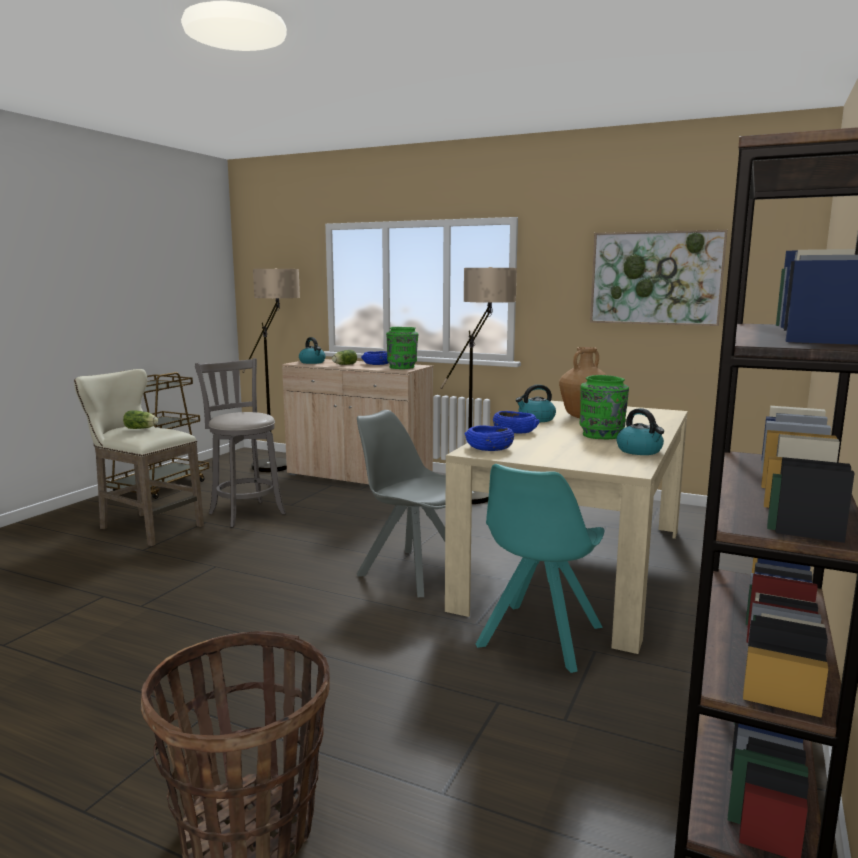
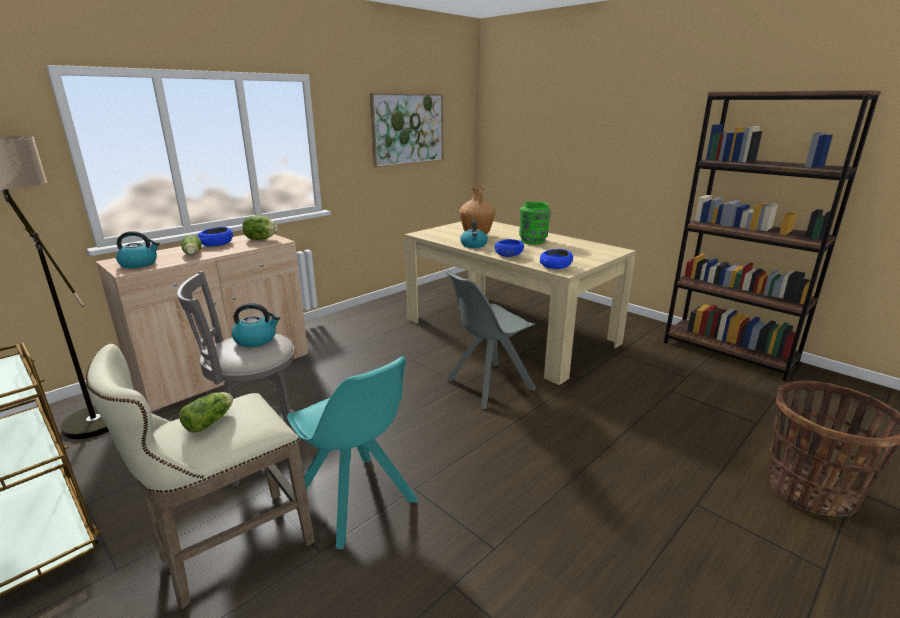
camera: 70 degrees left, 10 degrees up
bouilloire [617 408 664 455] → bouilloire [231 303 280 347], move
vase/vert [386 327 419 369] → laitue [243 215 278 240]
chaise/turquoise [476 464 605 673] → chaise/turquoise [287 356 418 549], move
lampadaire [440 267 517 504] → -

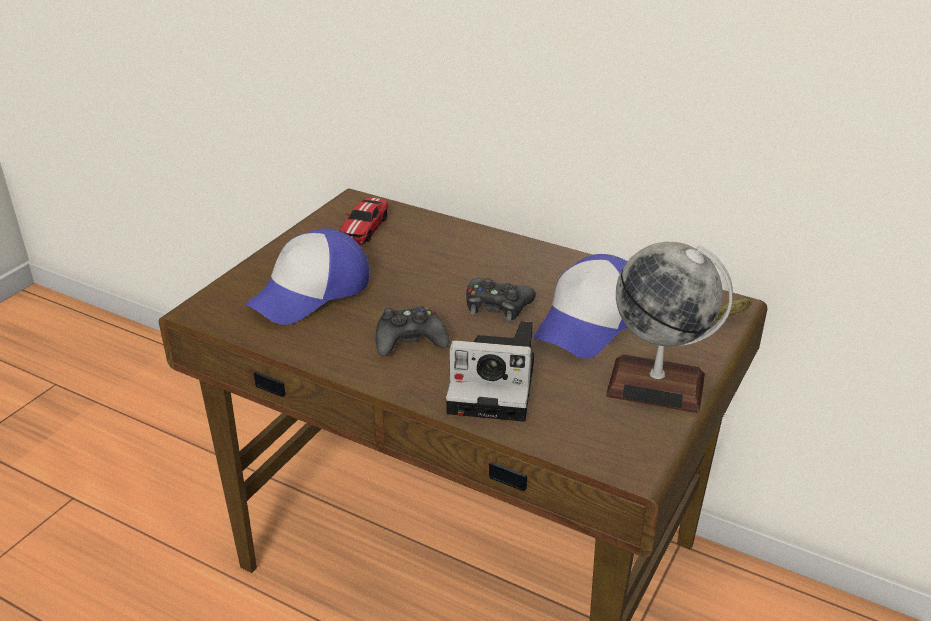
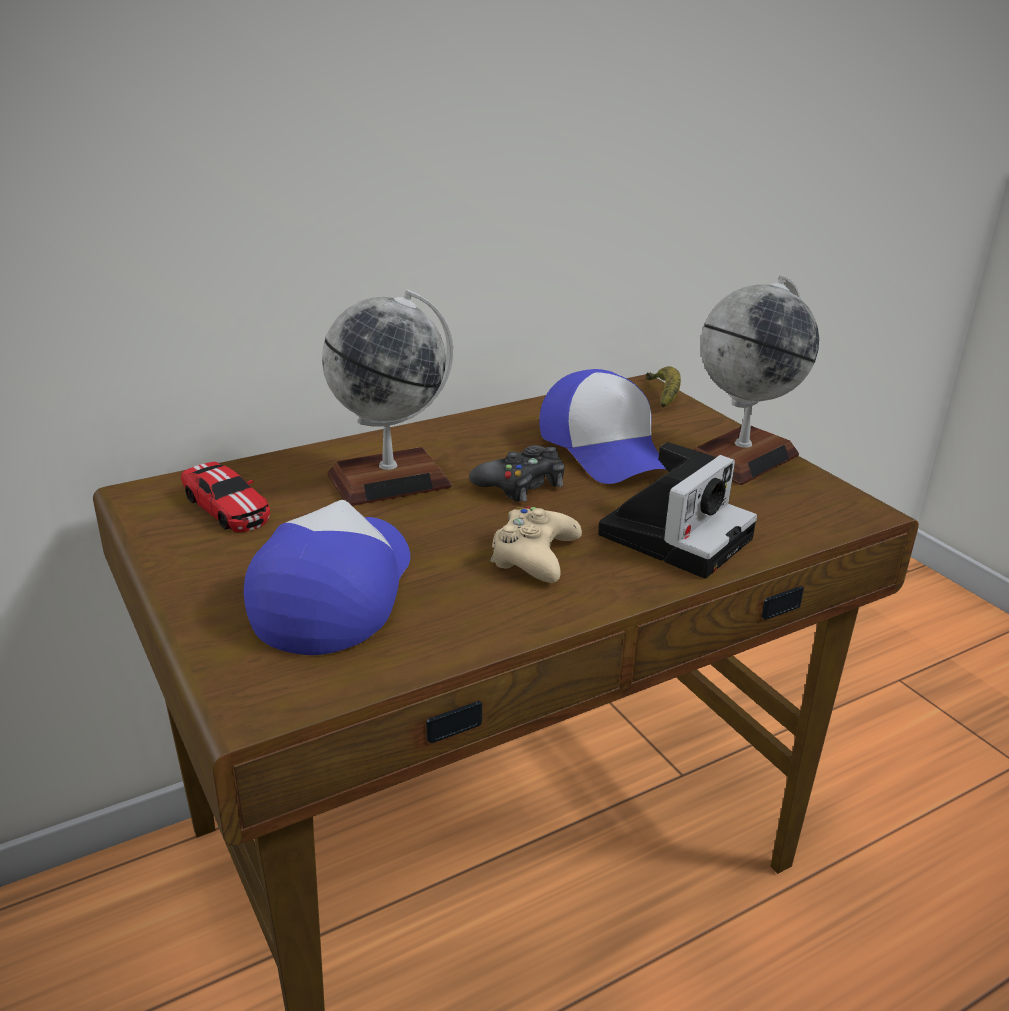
camera: 60 degrees left, 5 degrees down
casquette [245 228 370 325] → casquette [244 500 410 655], 150 degrees counterclockwise
- → globe [322 289 453 506]
manette/noir [376 306 449 356] → manette/beige [490 506 582 583]

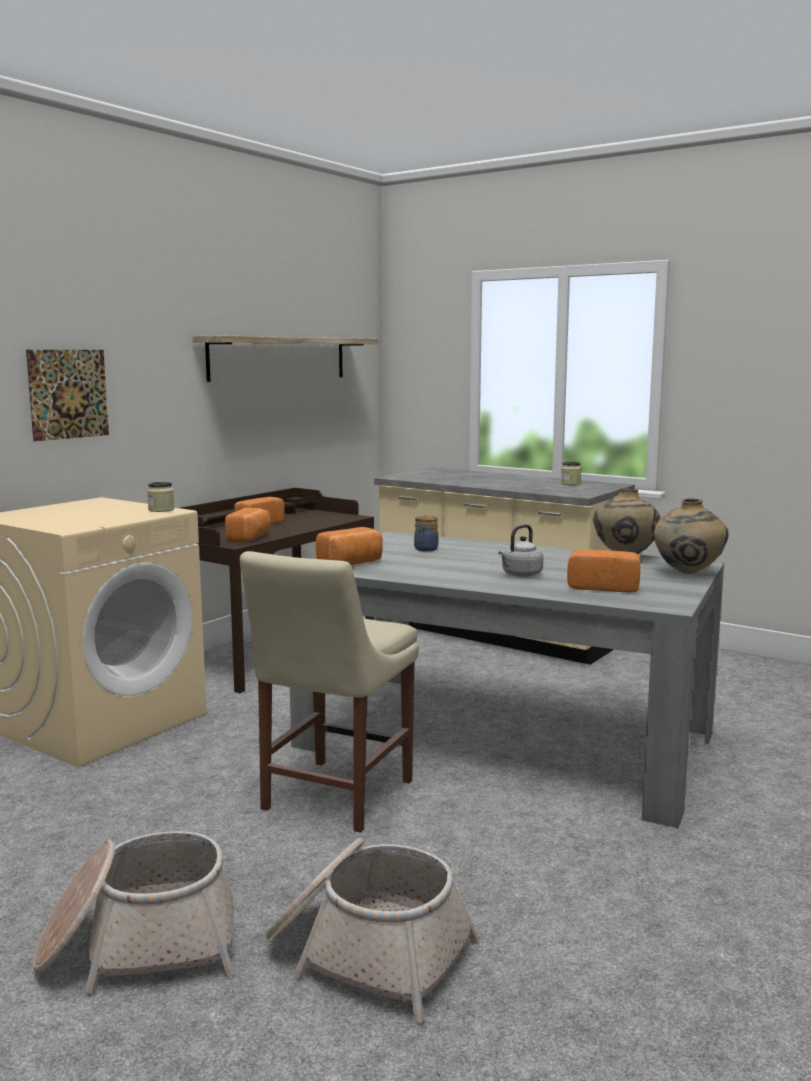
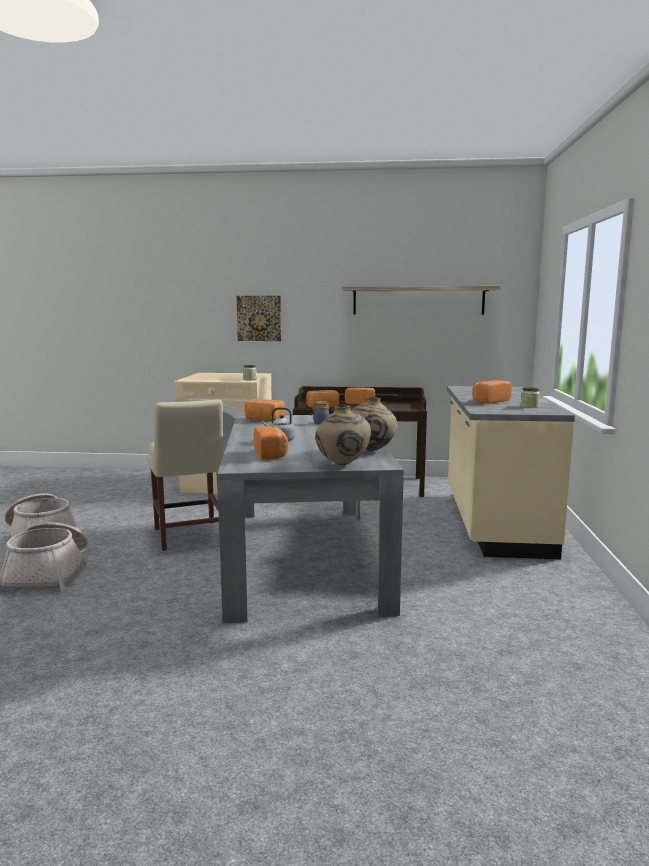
camera: 60 degrees right, 0 degrees up
chaise/beige [240 551 419 833] → chaise/beige [147 399 224 551], 105 degrees counterclockwise
- → pain [472 380 512 404]

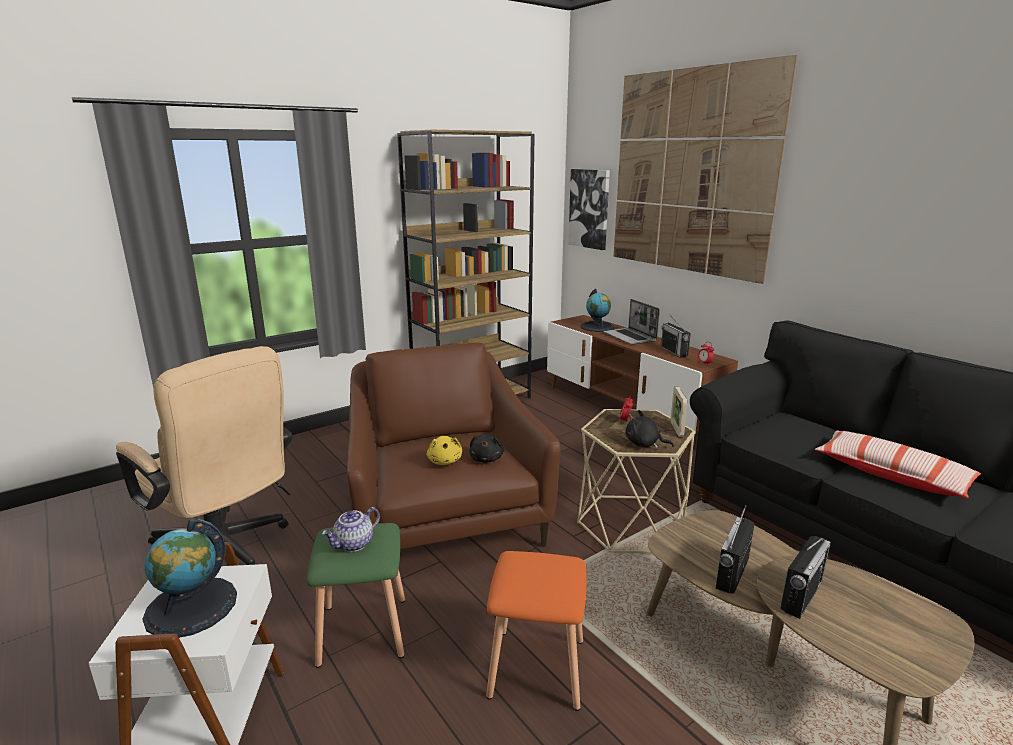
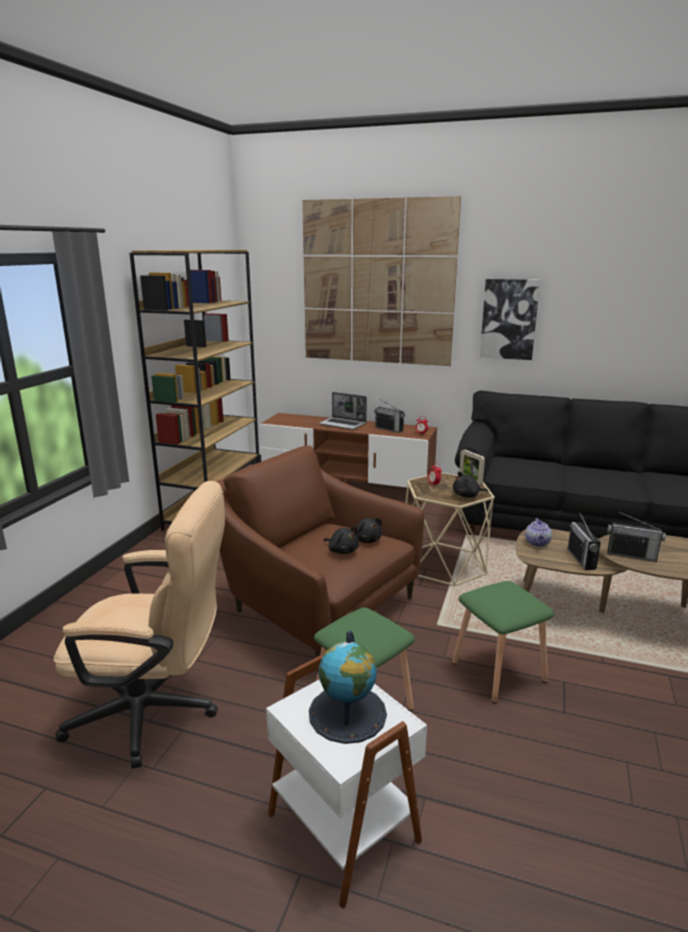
camera: 35 degrees left, 0 degrees up
peluche/jaune [427 436 462 465] → peluche/noir [324 527 359 554]
tabouret/orange [486 551 587 711] → tabouret/vert [452 581 554 704]
tableau [568 169 610 250] → tableau [480 279 540 360], move
théière [322 507 380 552] → théière [525 518 552 547], move
radio [781 536 831 619] → radio [607 512 666 562], 105 degrees clockwise
globe [580 289 614 332] → -
coussin [815 431 981 498] → -

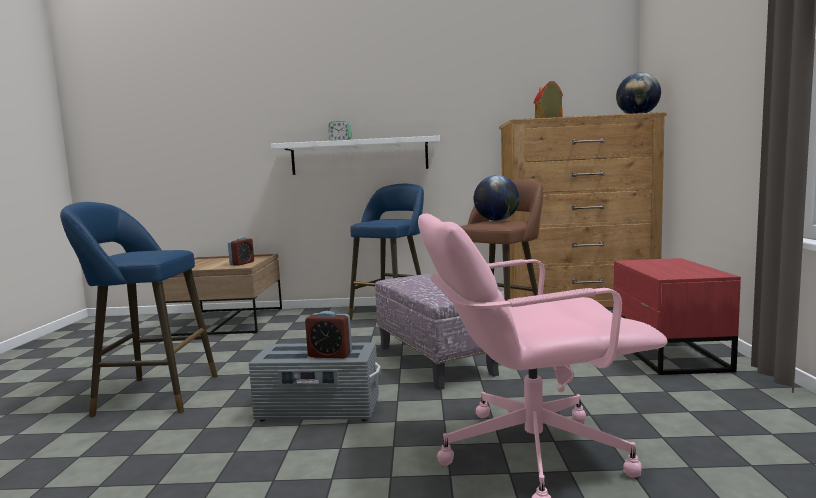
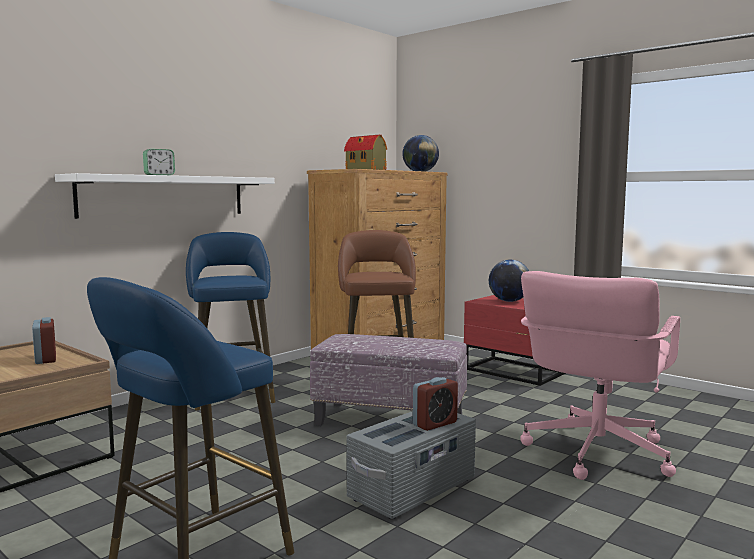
camera: 50 degrees left, 0 degrees up
globe [474 175 520 221] → globe [489 260 529 302], move

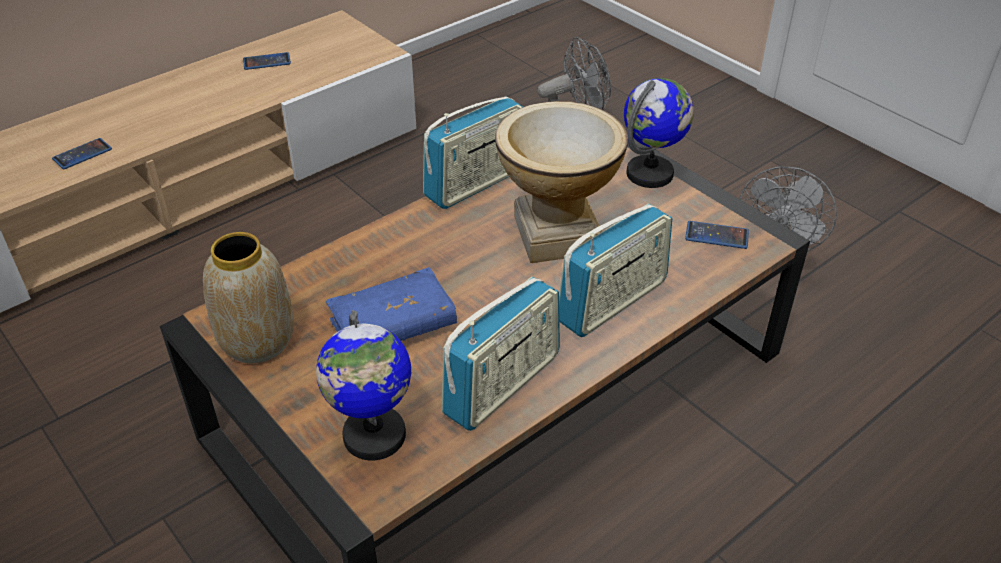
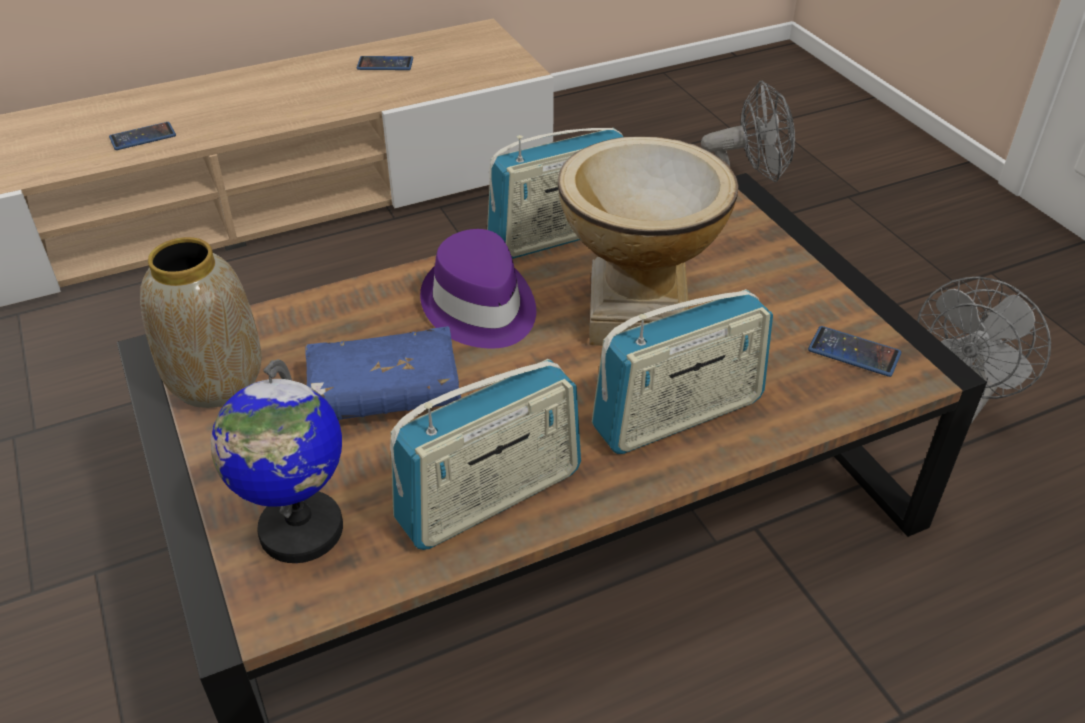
camera: 15 degrees right, 0 degrees up
- → chapeau/violet [420 229 536 348]
globe [624 78 694 188] → -

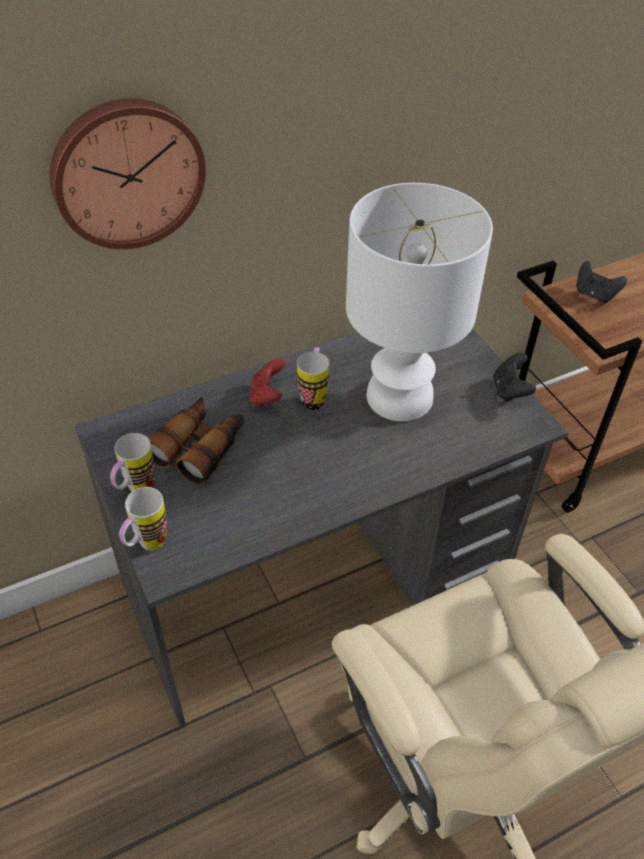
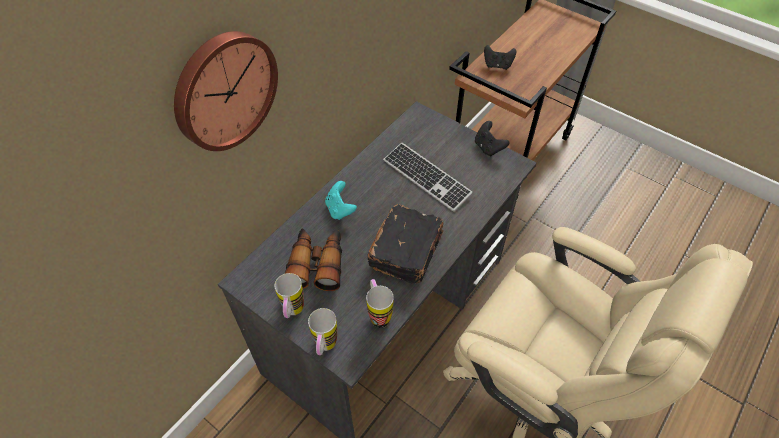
camera: 25 degrees left, 5 degrees up
manette/rouge [249 358 286 407] → manette/turquoise [325 181 357 220]
mug [297 347 329 411] → mug [366 279 394 328], move
- → livre/noir [368 204 443 283]
lampe de table/blanc [346 183 493 421] → clavier [383 142 473 212]

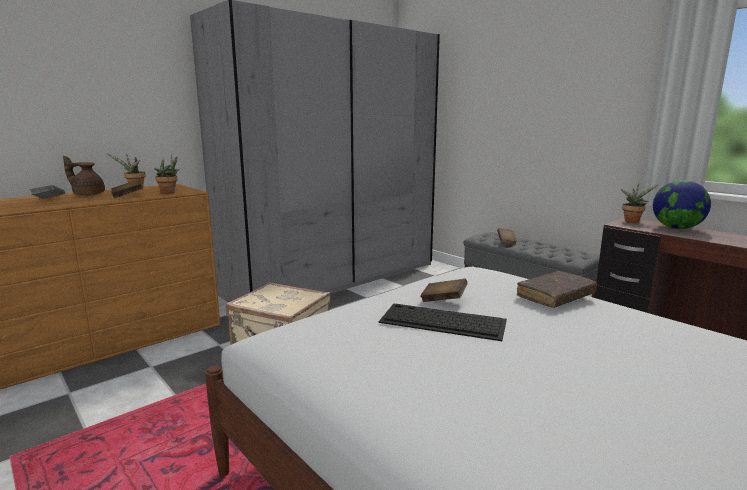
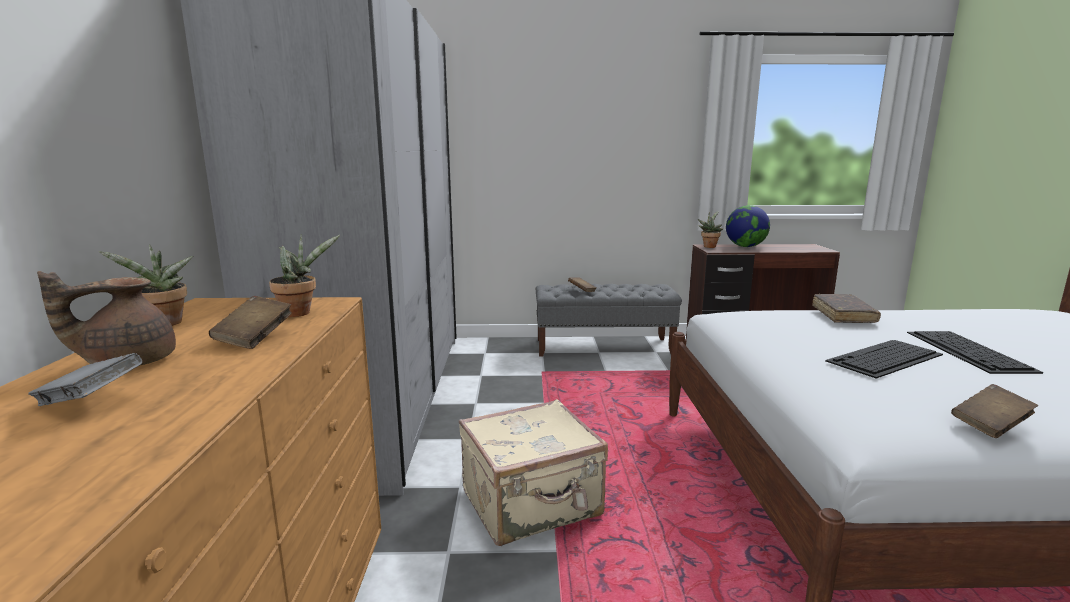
camera: 50 degrees left, 0 degrees up
- → clavier [907 331 1043 374]
livre/marron [420 278 467 302] → livre/marron [951 384 1039 438], move

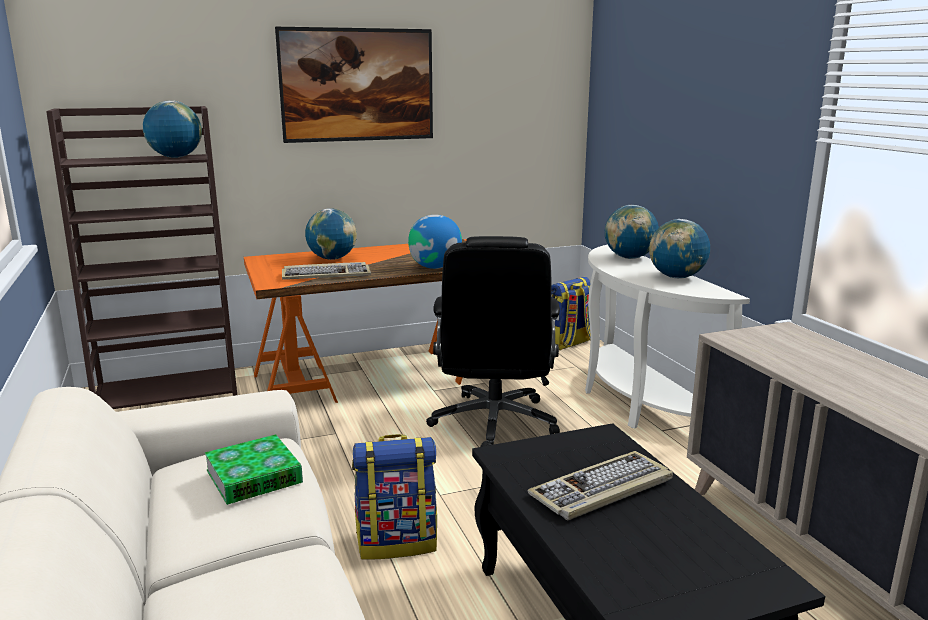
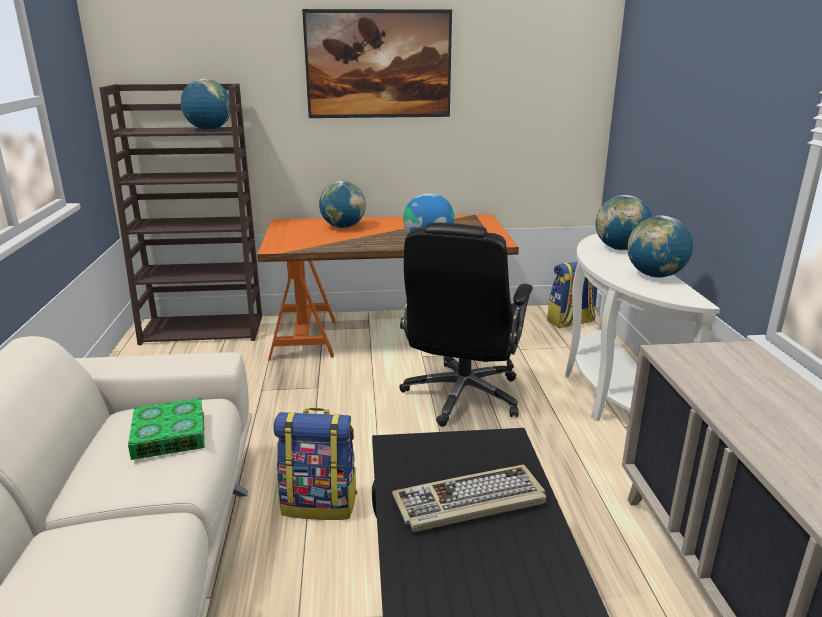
camera: 15 degrees right, 5 degrees up
clavier [282 262 371 280] → -

